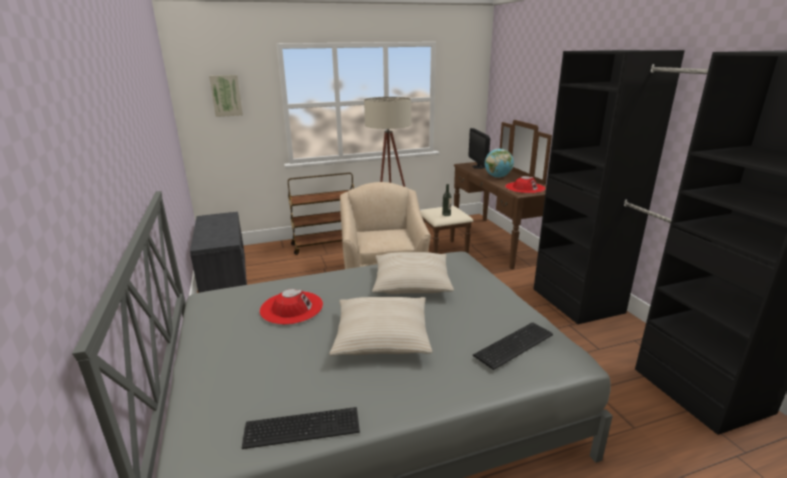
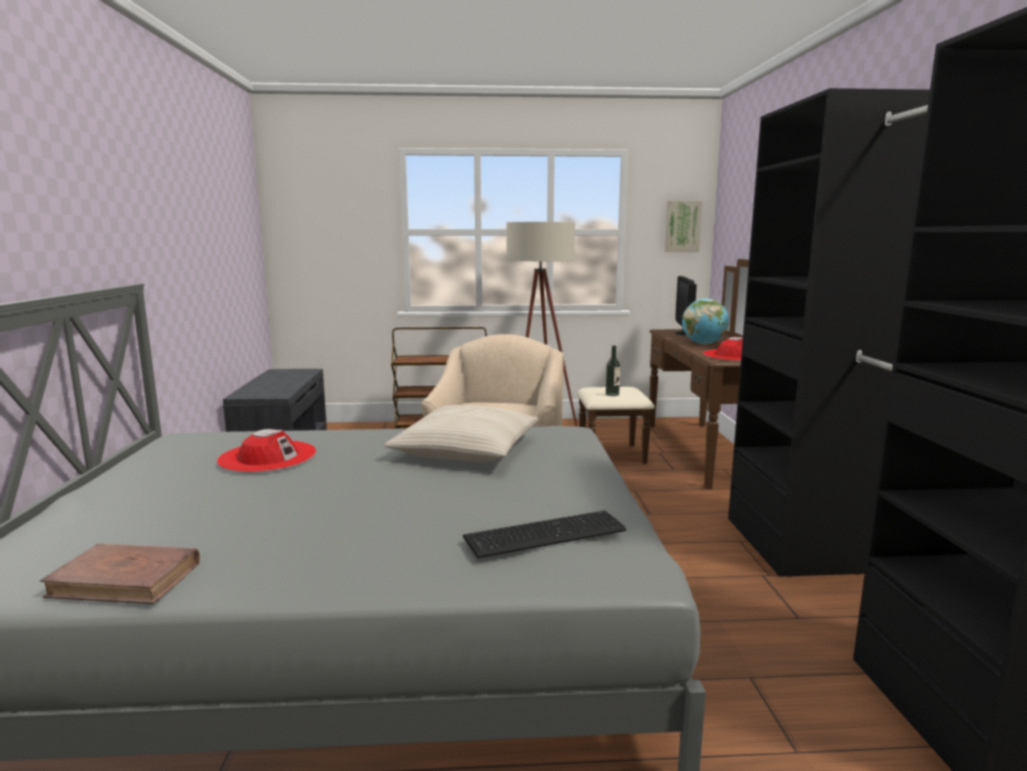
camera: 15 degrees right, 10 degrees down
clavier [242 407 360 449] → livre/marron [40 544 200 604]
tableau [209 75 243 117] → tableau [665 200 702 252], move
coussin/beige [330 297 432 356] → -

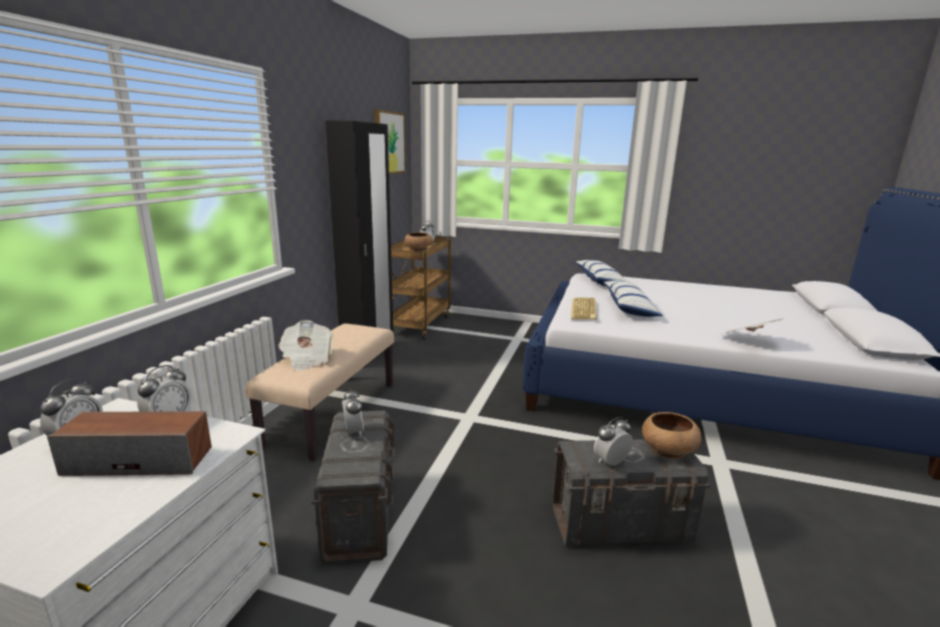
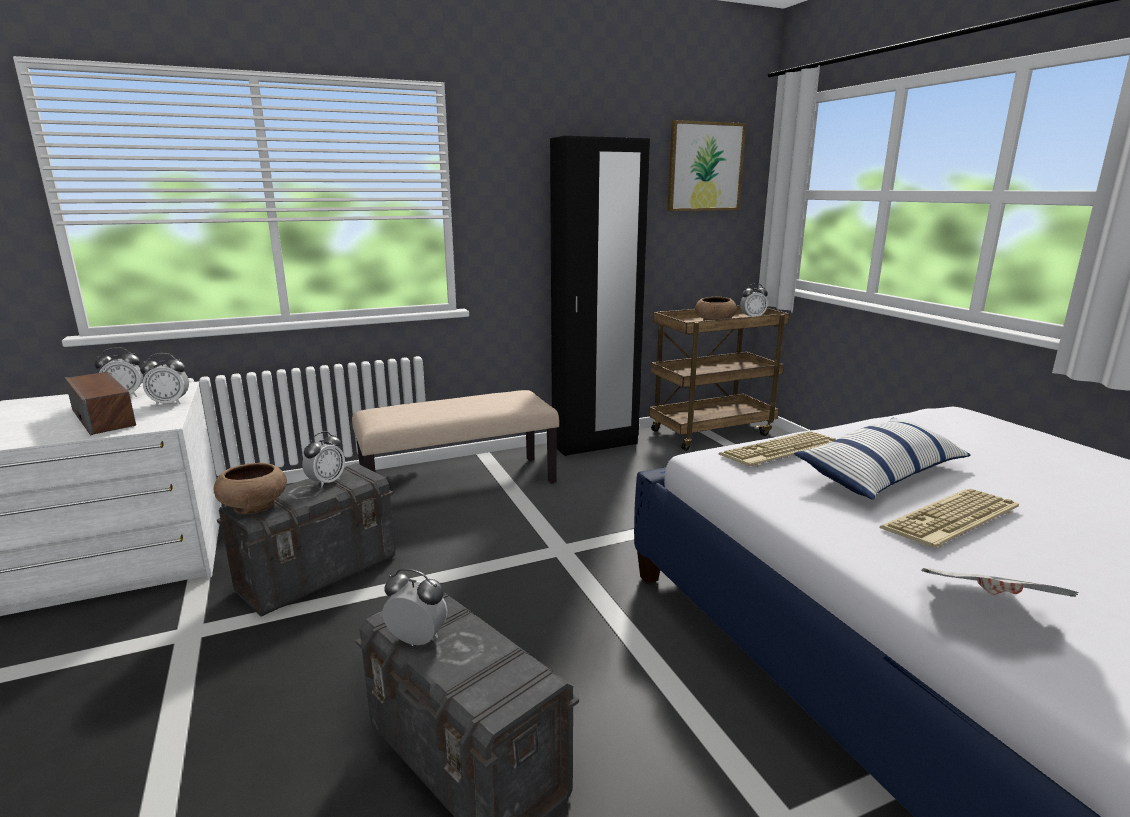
camera: 50 degrees right, 0 degrees up
bol/marron [642 412 701 459] → bol/marron [213 463 287 514], move
- → clavier [879 489 1019 548]
journal [278 320 333 371] → -
coussin [575 260 628 286] → -

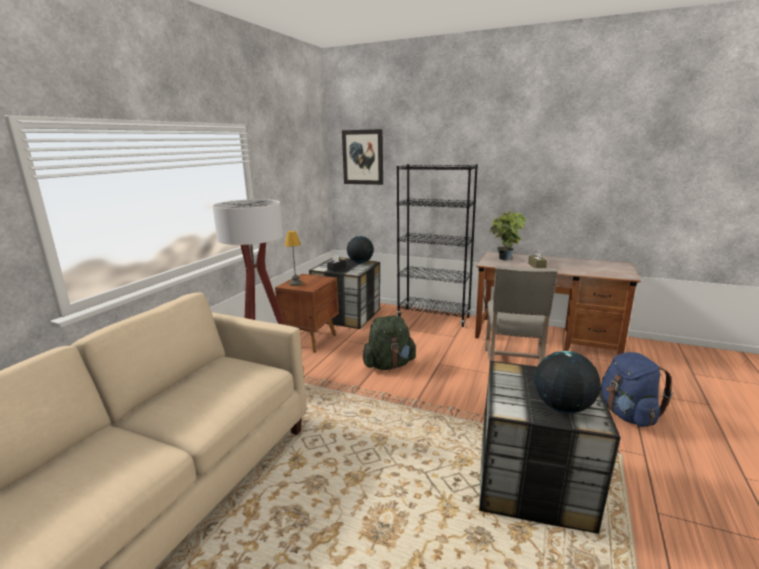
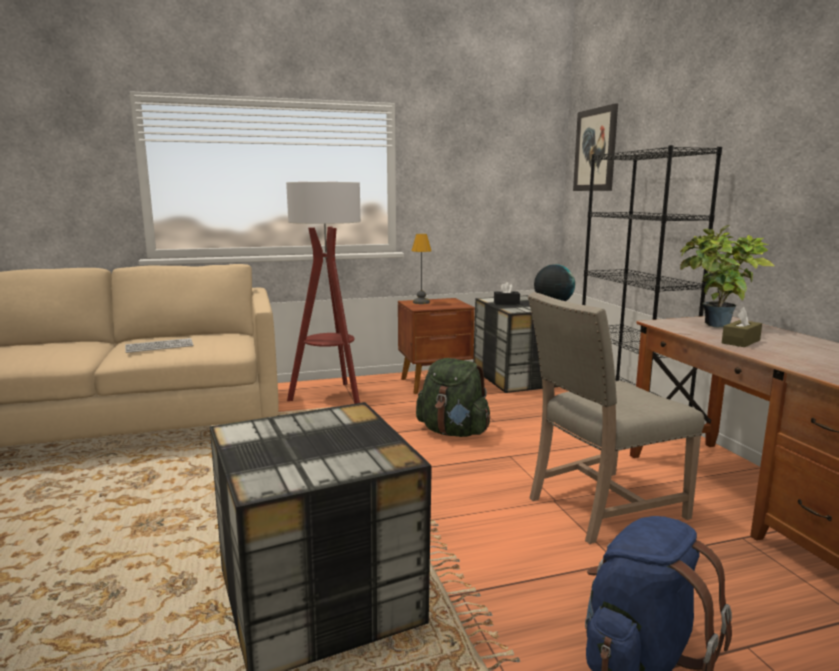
camera: 50 degrees right, 5 degrees down
- → clavier [125 338 193 353]
globe [535 351 601 413] → -

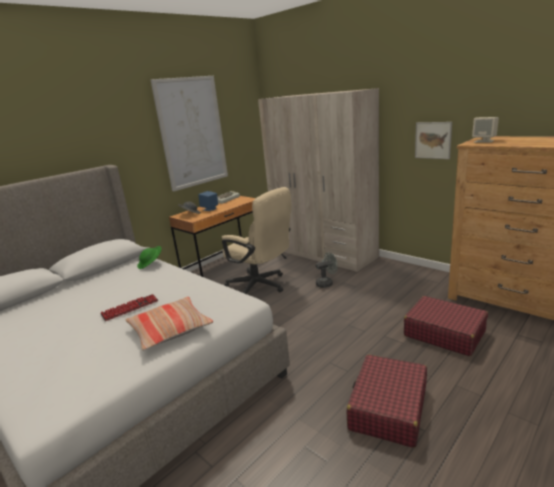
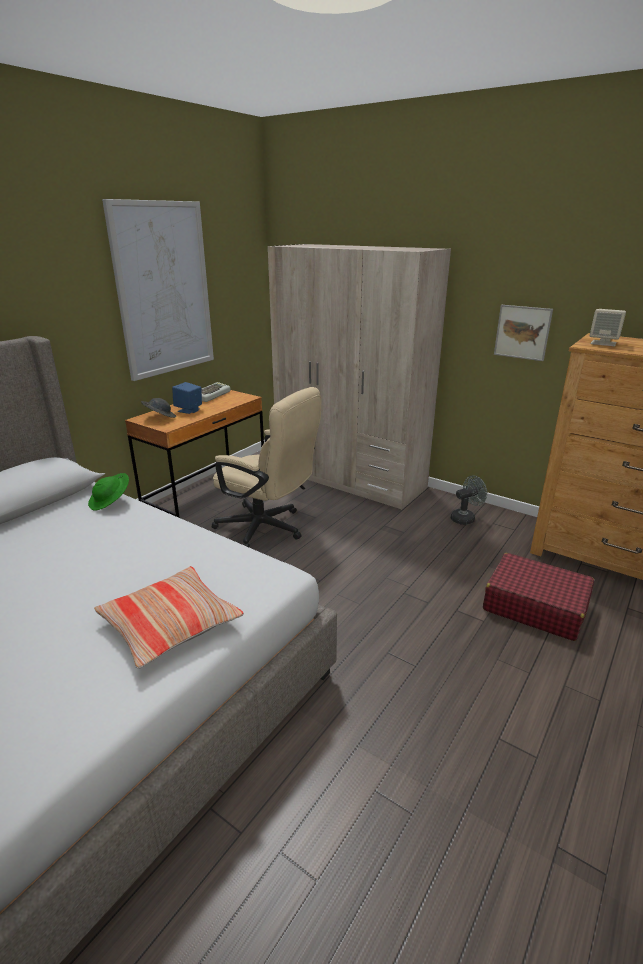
camera: 10 degrees left, 5 degrees up
ventilateur/gris [316 252 338 288] → ventilateur/gris [451 476 487 525], move
clavier [101 294 158 321] → -
valise/rouge [346 354 427 448] → -

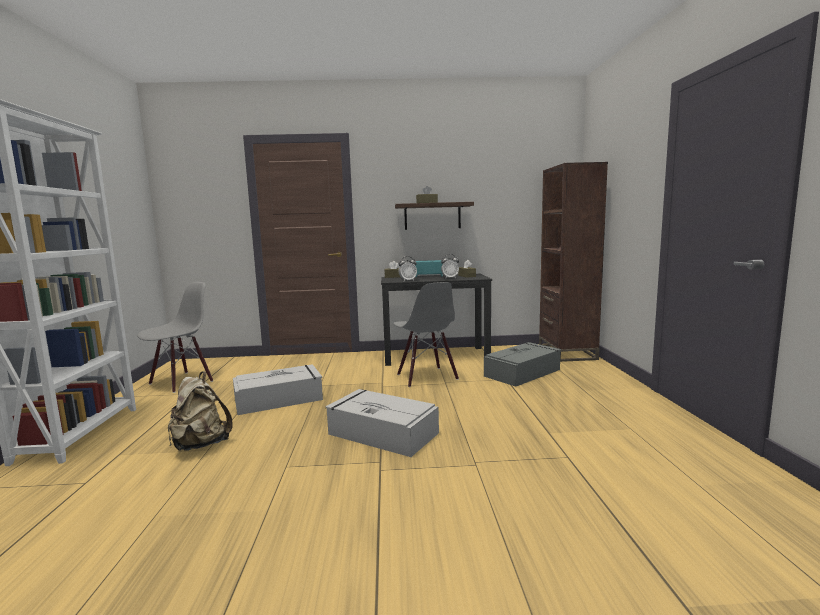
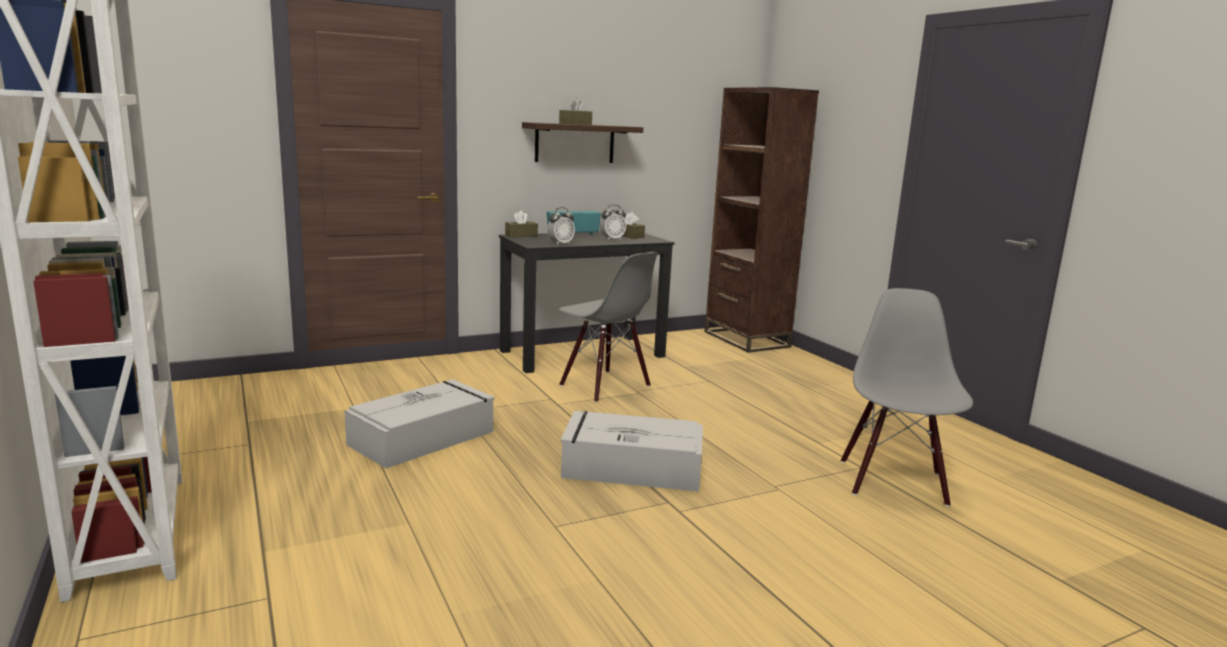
camera: 25 degrees left, 5 degrees up
chaise/gris [137 282 213 393] → chaise/gris [841 288 973 507], move
sac à dos/beige [168 371 233 451] → -
boîte de rangement/gris [484 342 561 387] → -

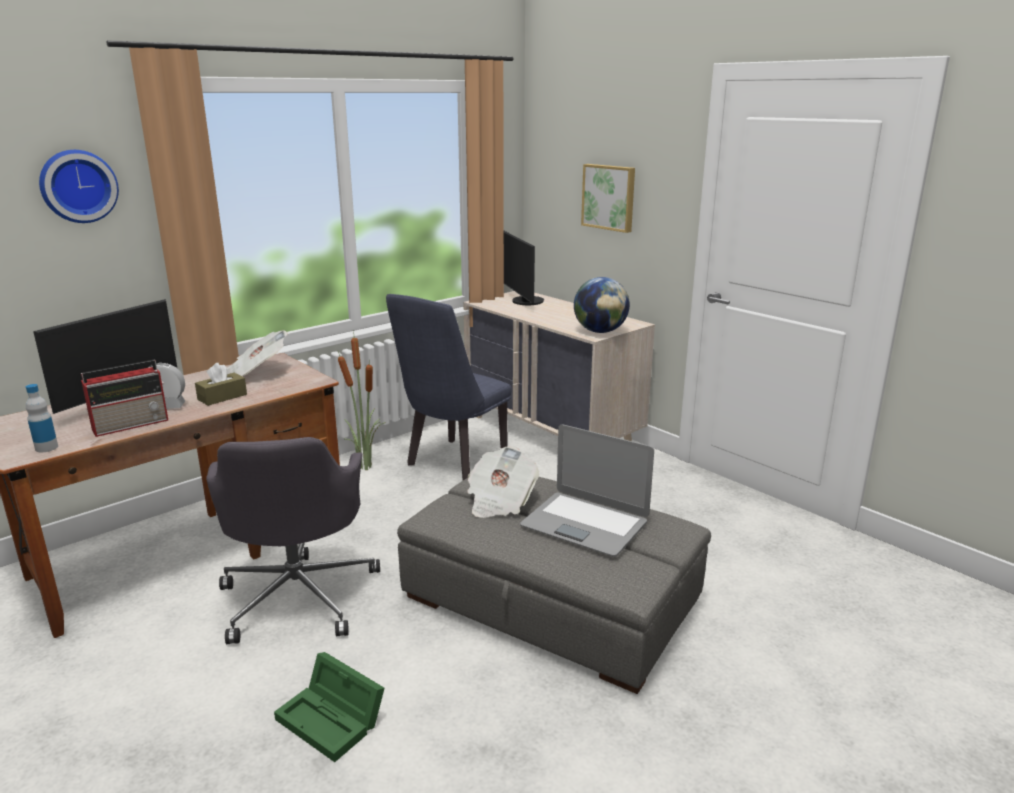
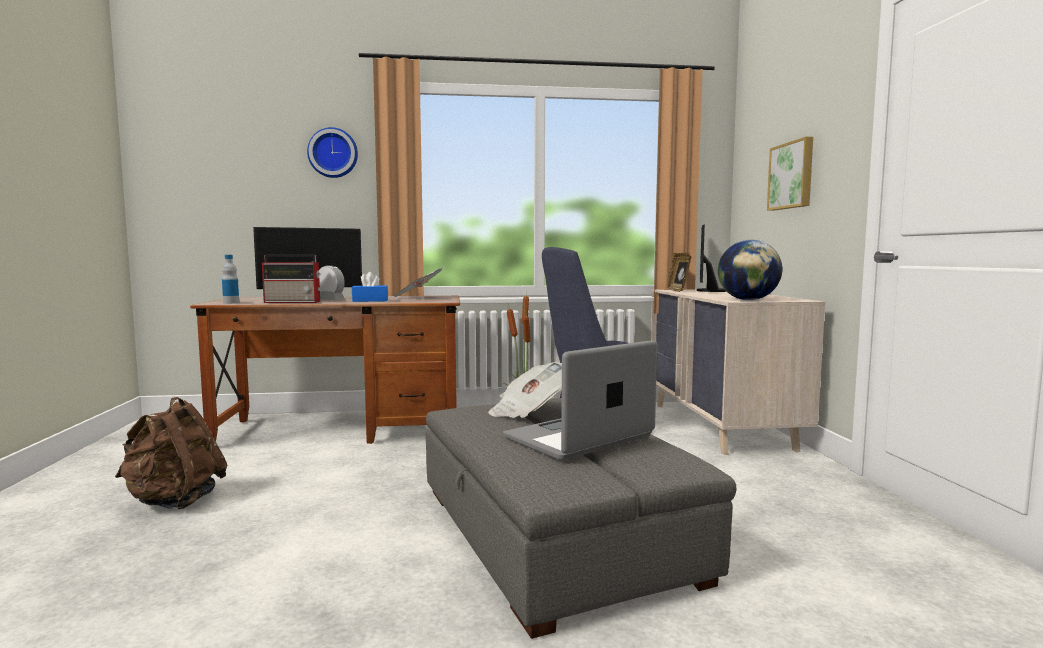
camera: 35 degrees right, 15 degrees down
- → sac à dos/marron [115 397 227 510]
boîte à mouchoirs/marron [195 363 247 406] → boîte à mouchoirs/bleu [352 272 388 302]
ordinateur portable [520 424 654 557] → ordinateur portable [503 340 657 461], 75 degrees clockwise
- → cadre photo [666 253 691 292]
chaise de bureau/gris [206 437 380 644] → -
boîte de rangement/vert [274 652 385 762] → -

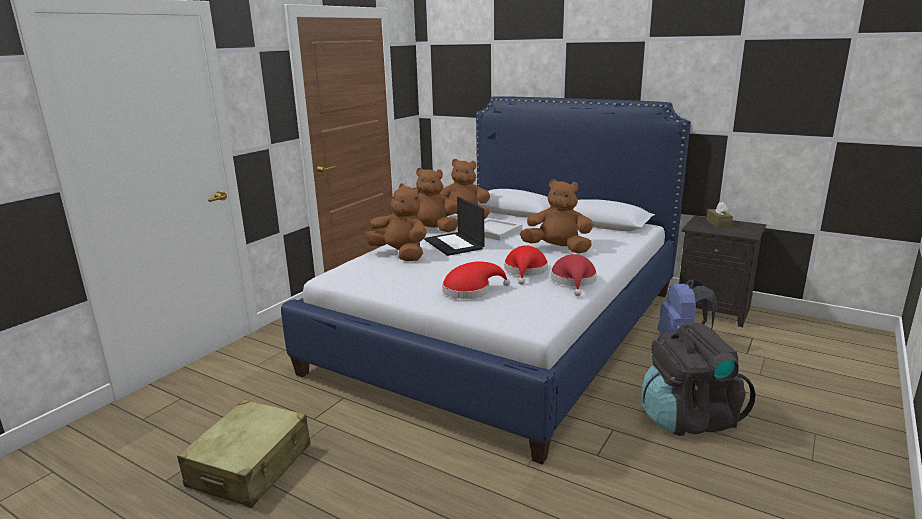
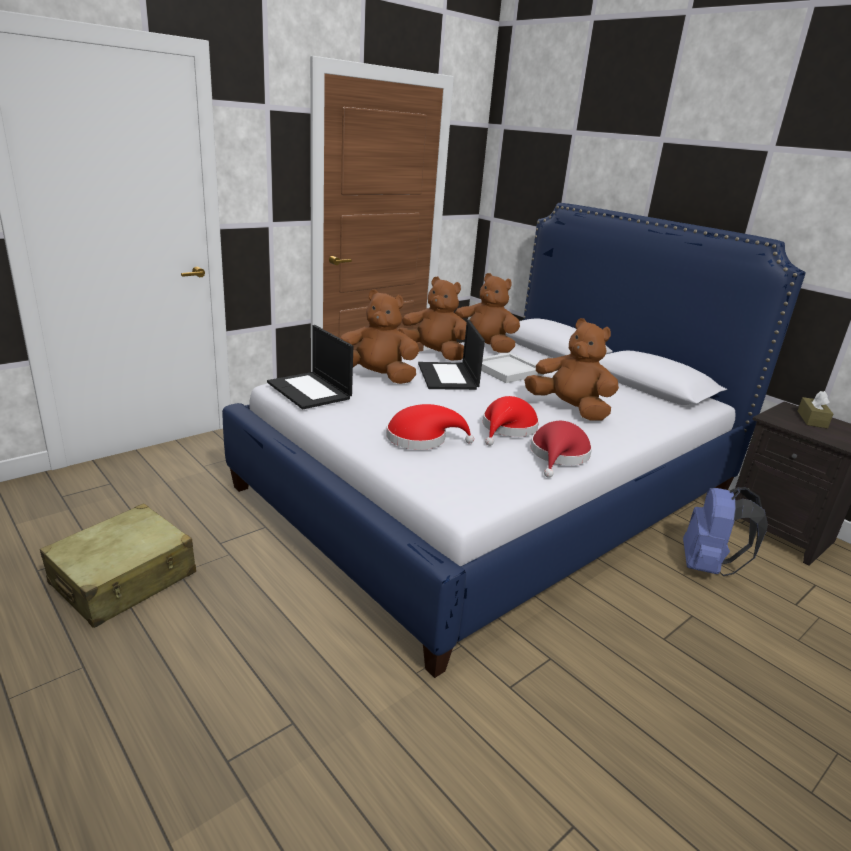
camera: 15 degrees right, 5 degrees up
- → ordinateur portable [267 325 353 409]
peluche/marron [364 183 427 261] → peluche/marron [340 290 420 384], 45 degrees counterclockwise
sac à dos/noir [641 322 756 436] → -

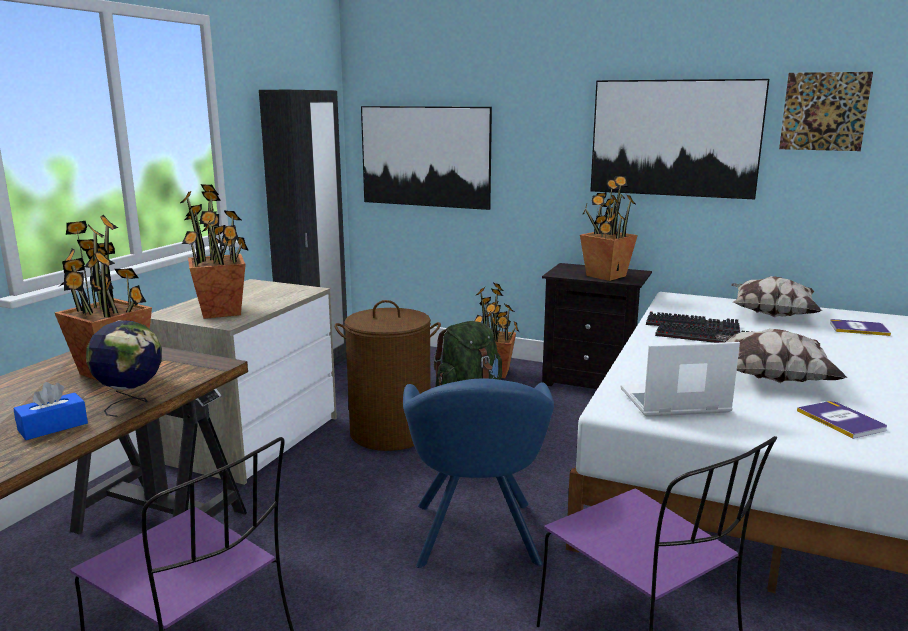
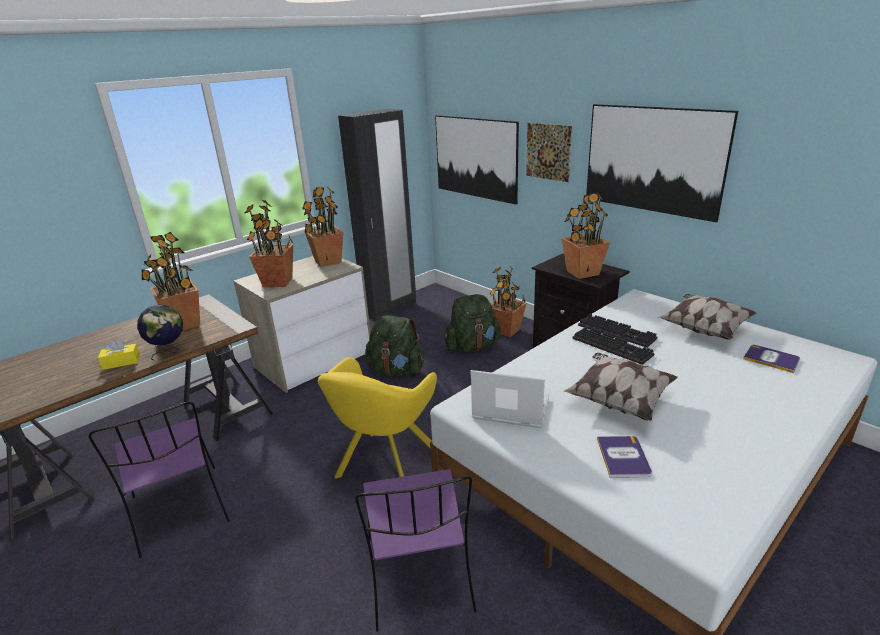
camera: 25 degrees right, 10 degrees up
boîte à mouchoirs/bleu [13 382 88 440] → boîte à mouchoirs/jaune [98 339 140 370]
- → plante en pot [302 187 343 267]
fauteuil/bleu [403 379 554 568] → fauteuil/jaune [318 357 437 479]
panier à linge/marron [335 300 441 451] → sac à dos/vert [365 315 424 376]
tableau [779 72 873 151] → tableau [526 123 572 182], move

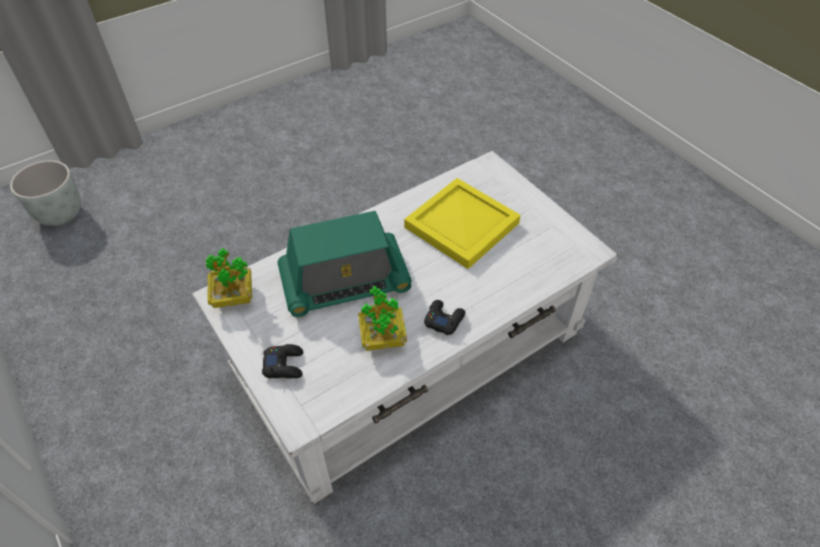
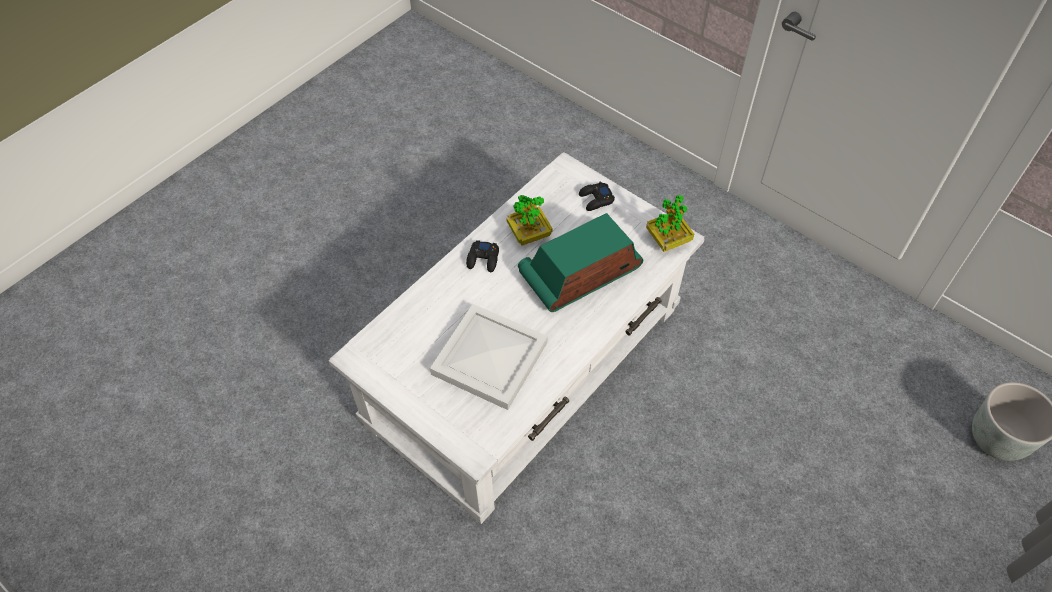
camera: 165 degrees right, 5 degrees up
plateau/jaune [404 178 521 269] → plateau/blanc [430 304 548 410]

